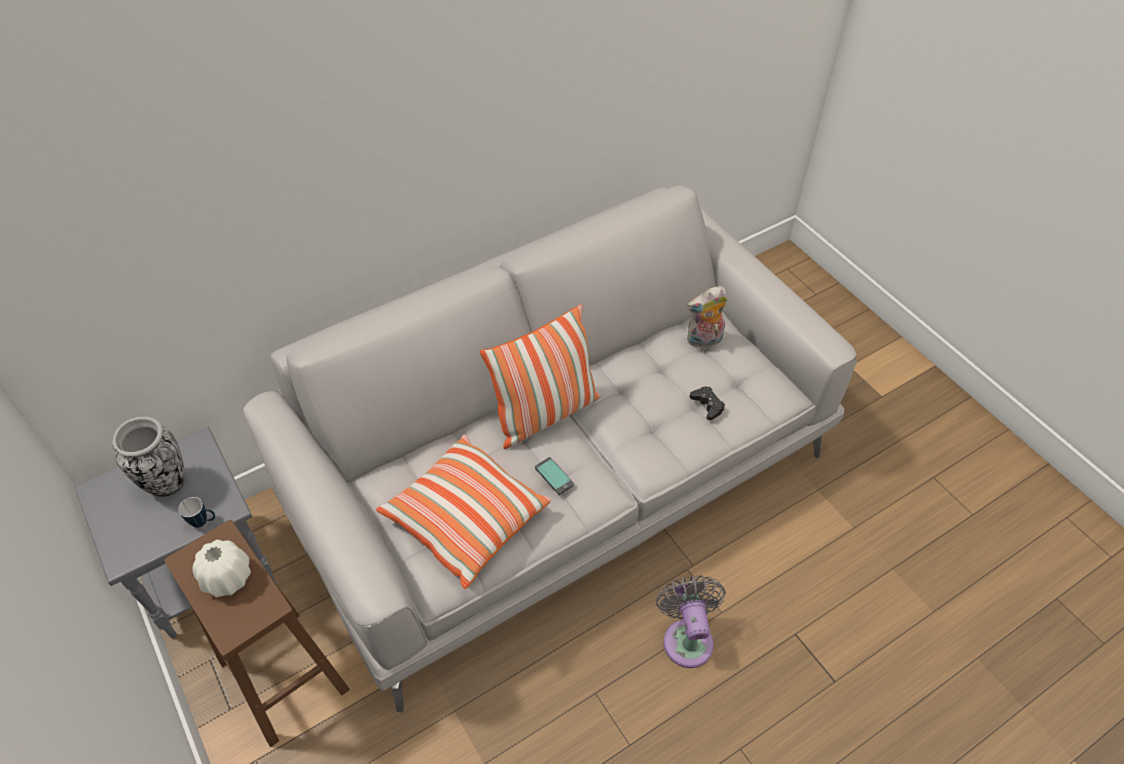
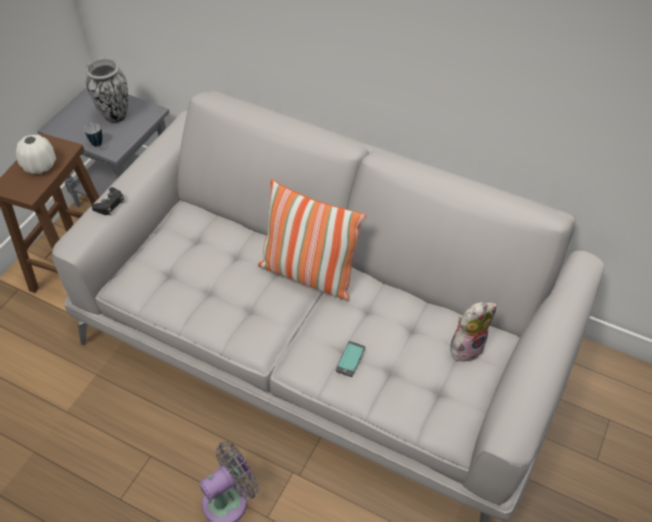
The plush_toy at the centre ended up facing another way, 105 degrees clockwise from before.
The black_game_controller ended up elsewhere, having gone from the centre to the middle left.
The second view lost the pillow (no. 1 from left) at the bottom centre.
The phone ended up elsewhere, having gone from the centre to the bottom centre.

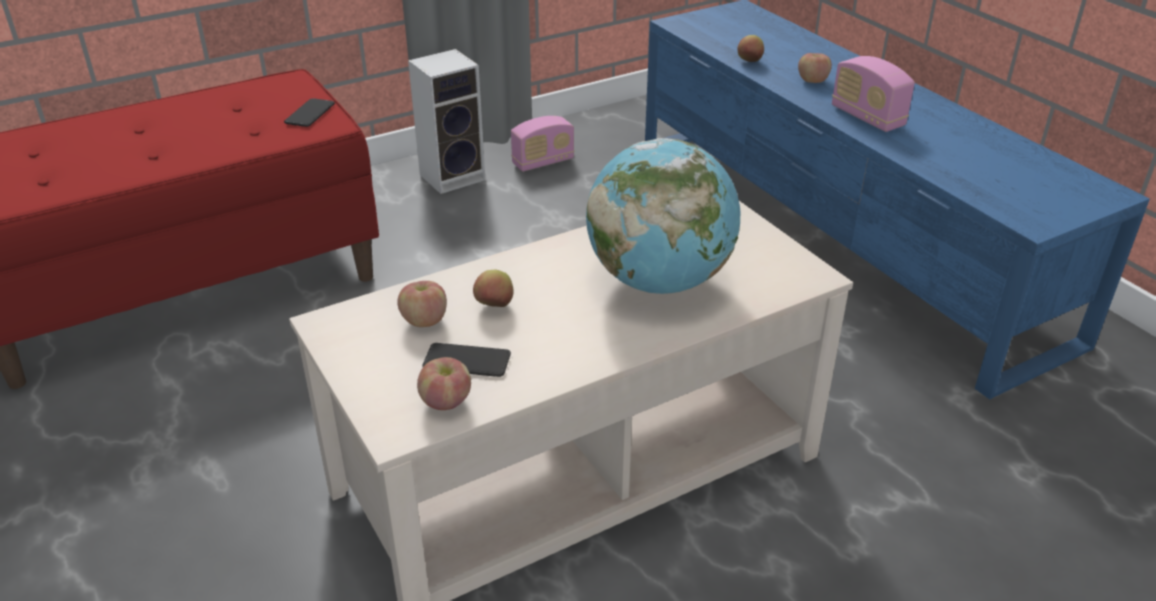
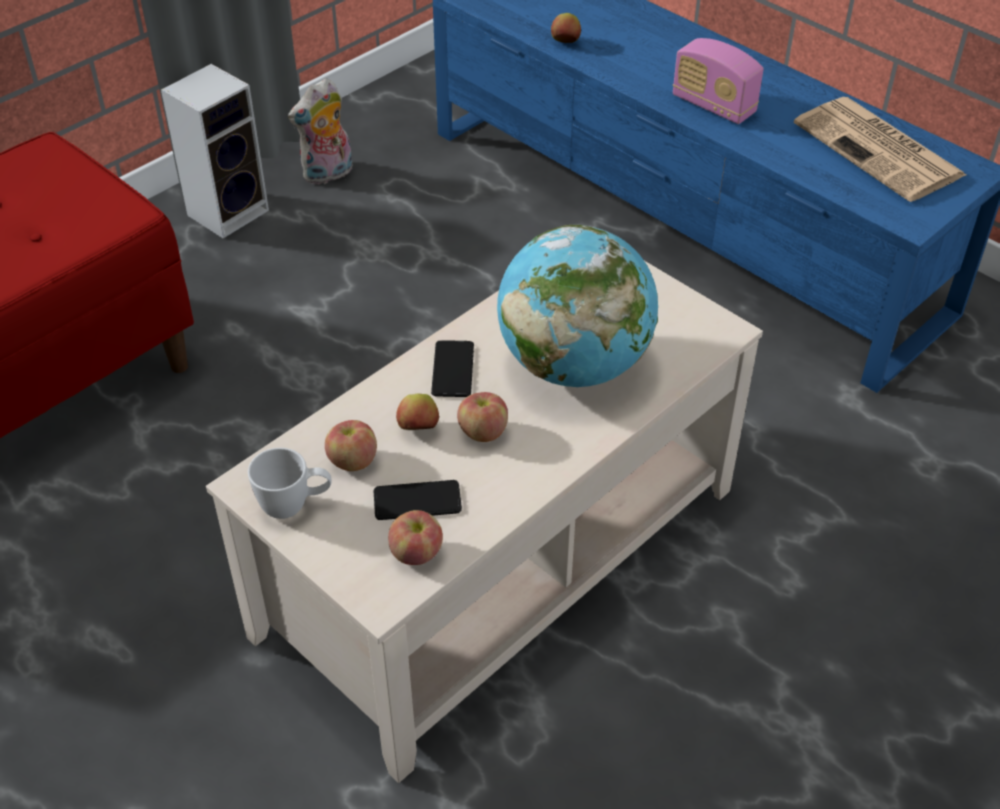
The apple (no. 5 from left in the first image) ended up elsewhere, having gone from the top right to the centre.
The phone (no. 1 from left in the first image) ended up elsewhere, having gone from the top left to the centre.
Where the radio (no. 1 from left) stood at the top centre, the plush_toy came to stand at the top left.
The second view gained the newspaper at the top right.
The second view gained the white_mug at the middle left.

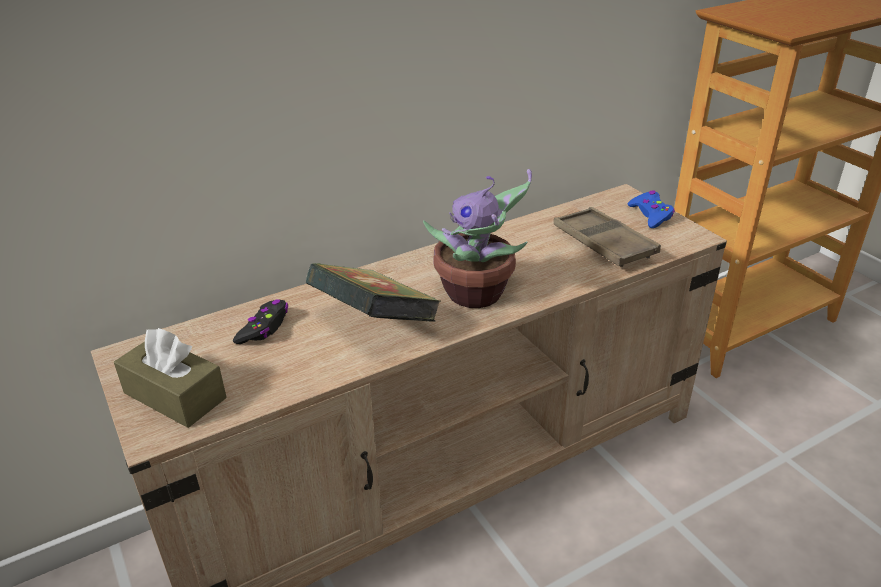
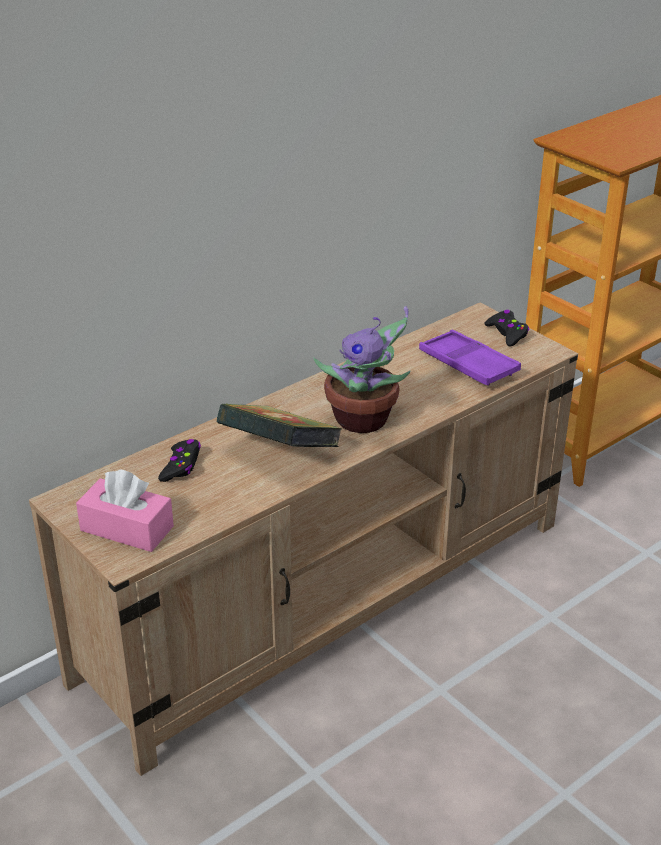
What was the blue_game_controller at the middle right turned into the black_game_controller (no. 2 from left) at the middle right.
What was the brown_tray at the middle right turned into the purple_tray at the middle right.
What was the brown_tissue_box at the middle left turned into the pink_tissue_box at the middle left.

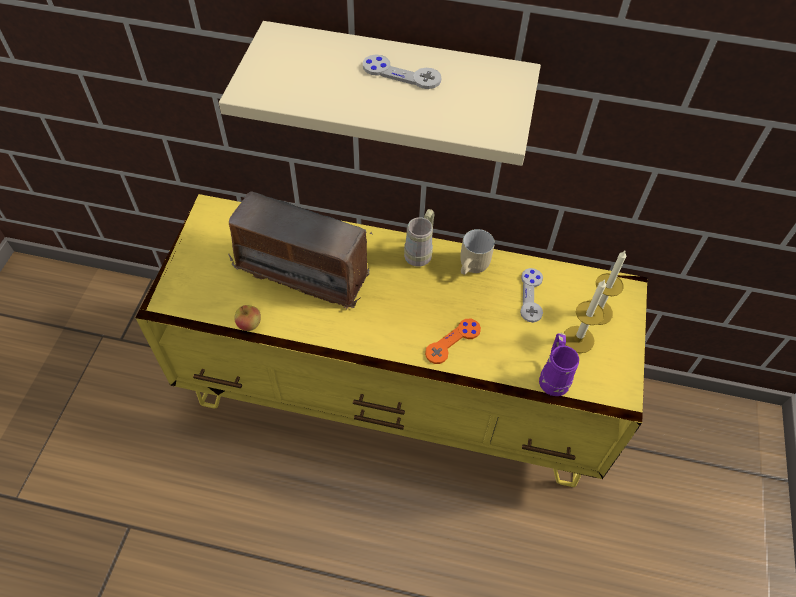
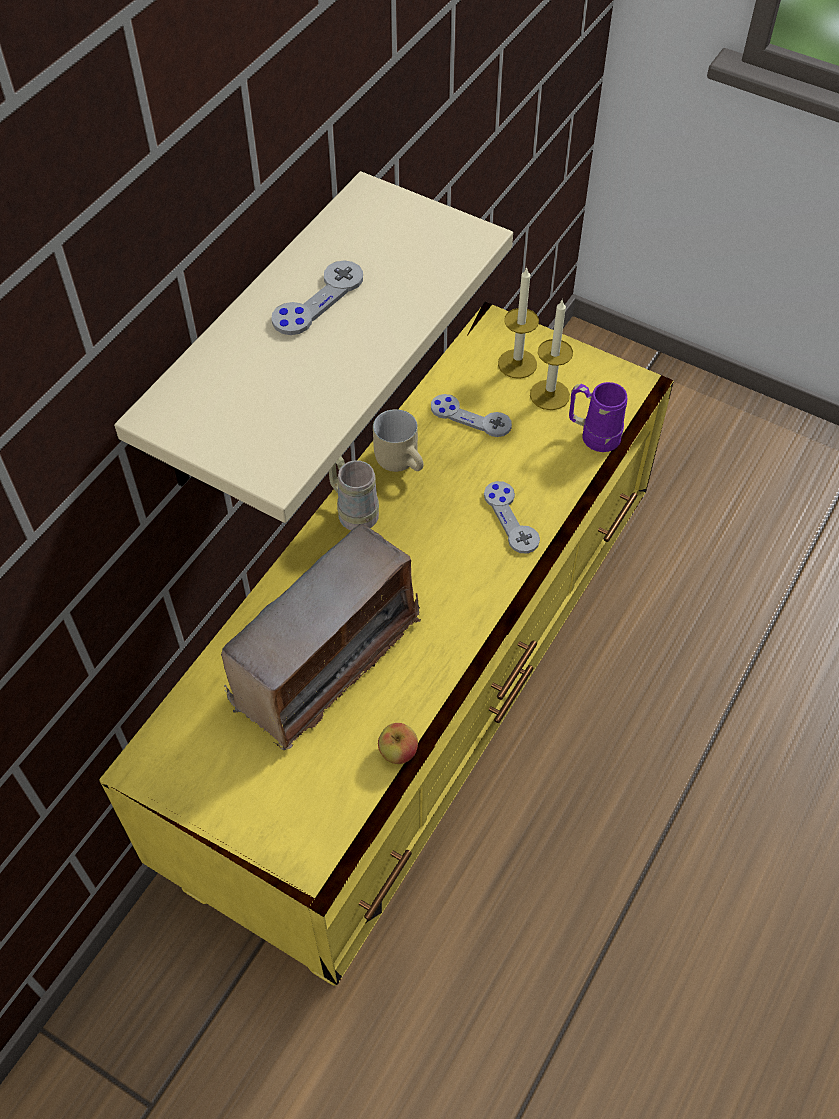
What was the orange_game_controller at the centre turned into the grey_game_controller (no. 3 from left) at the centre.

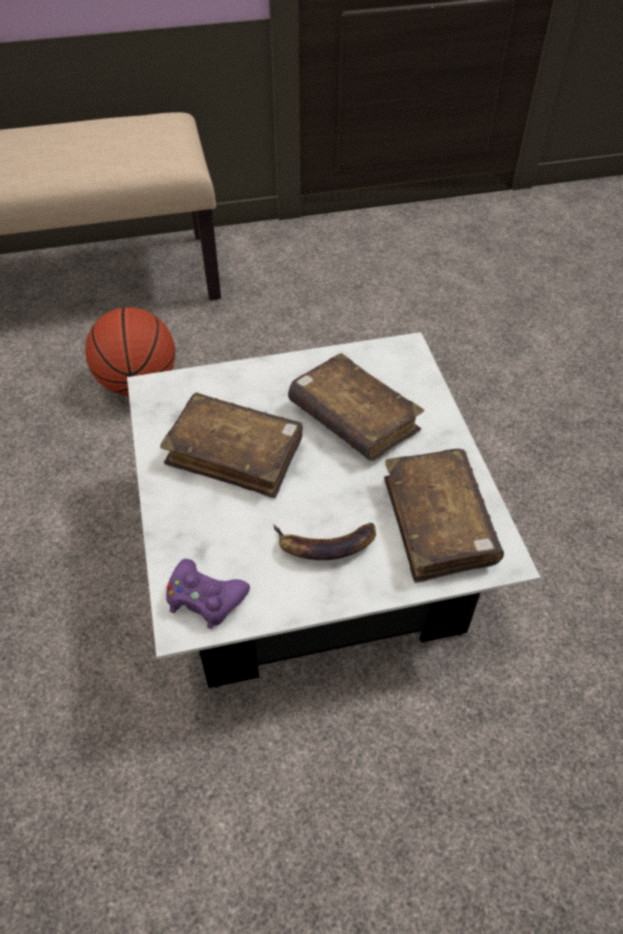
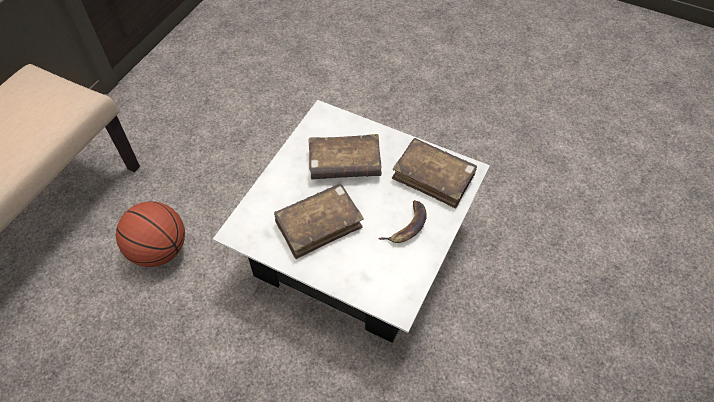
The second view lost the purple_game_controller at the centre.

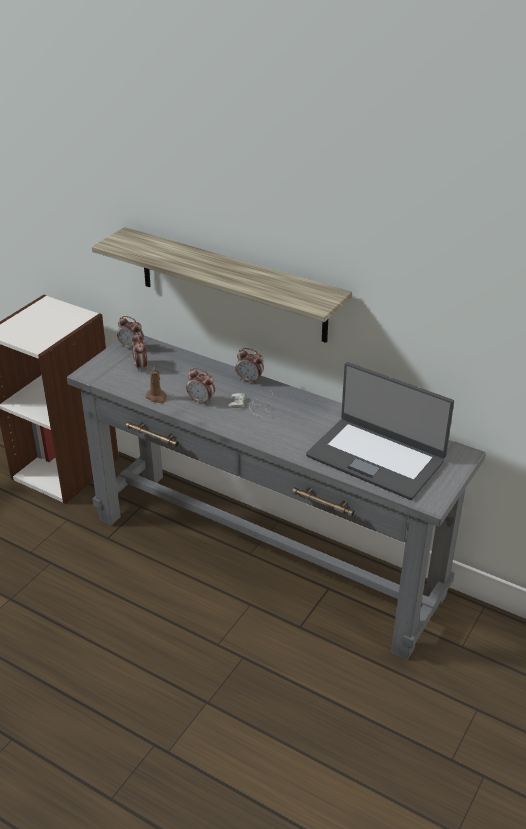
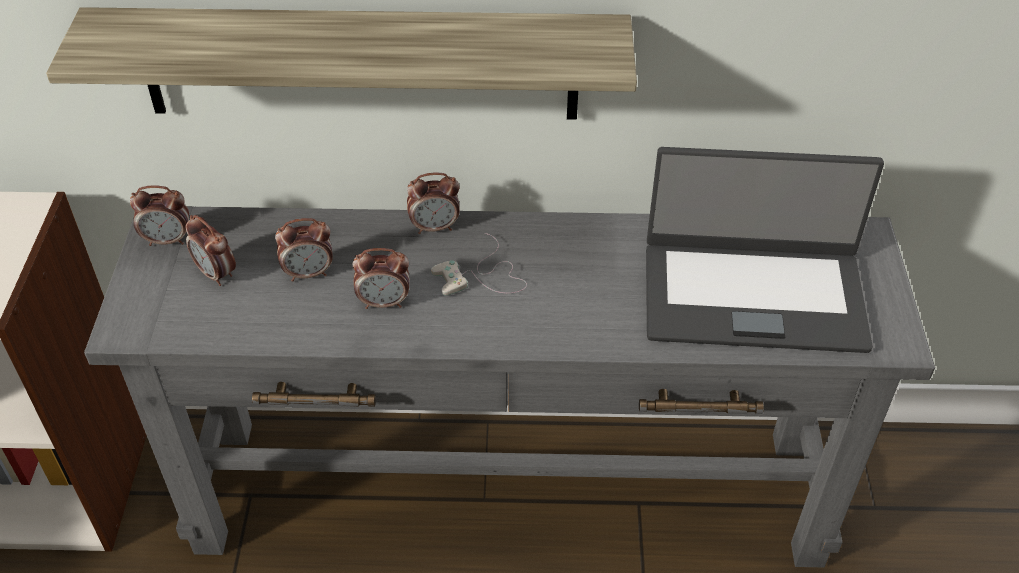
The second view lost the brown_candle at the middle left.
The second view gained the alarm_clock (no. 3 from left) at the middle left.

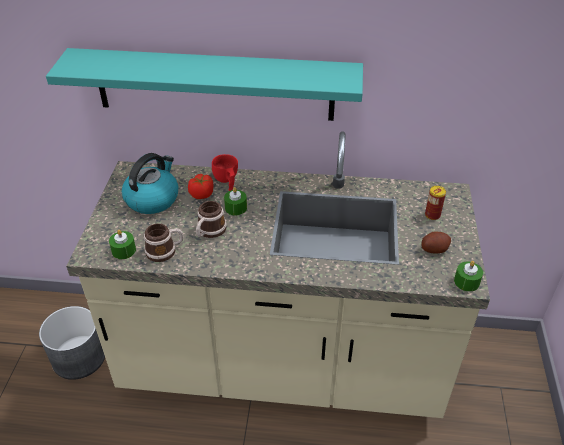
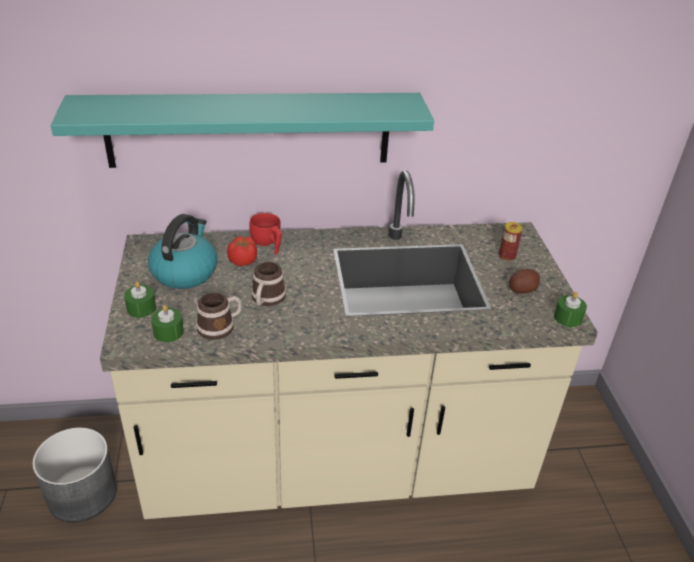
The green_candle (no. 2 from left in the first image) ended up elsewhere, having gone from the centre to the middle left.

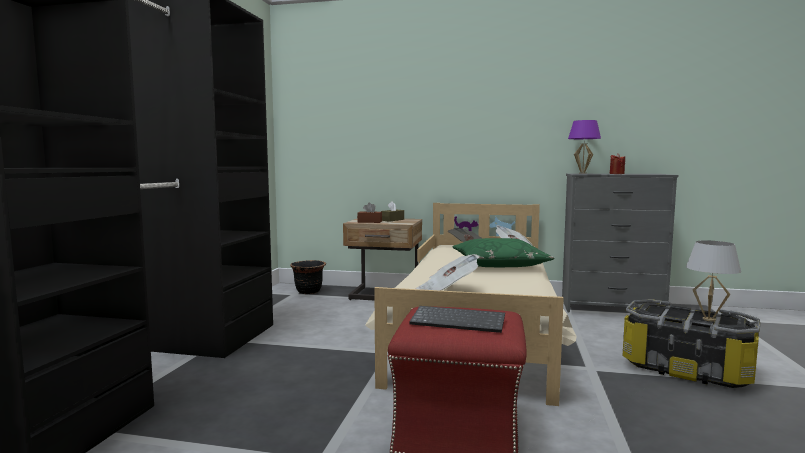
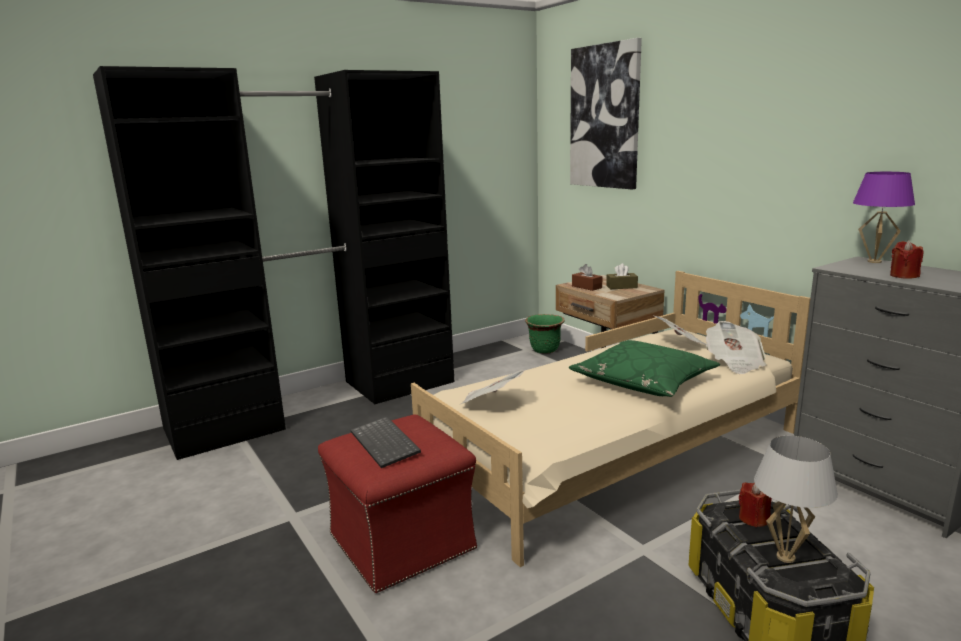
What was the black_planter at the centre turned into the green_planter at the centre.
The second view gained the picture at the top centre.
The second view gained the red_candle (no. 1 from left) at the bottom right.

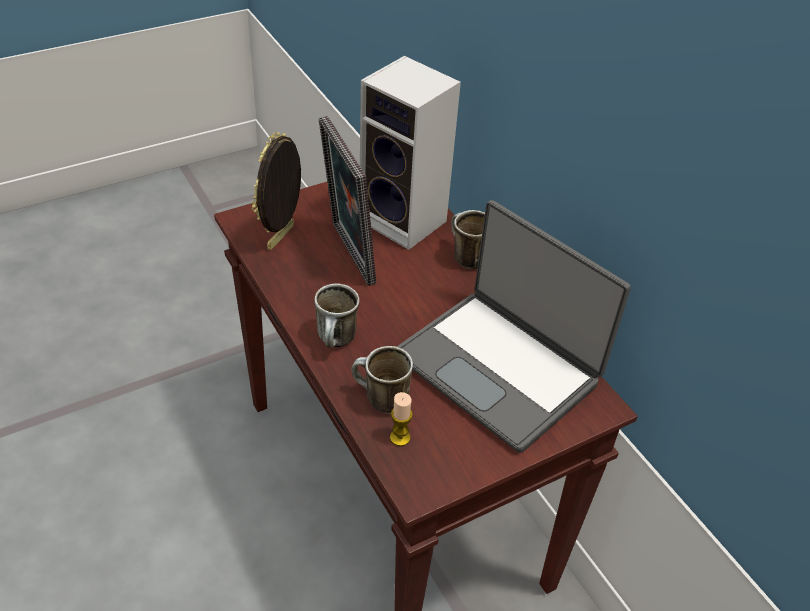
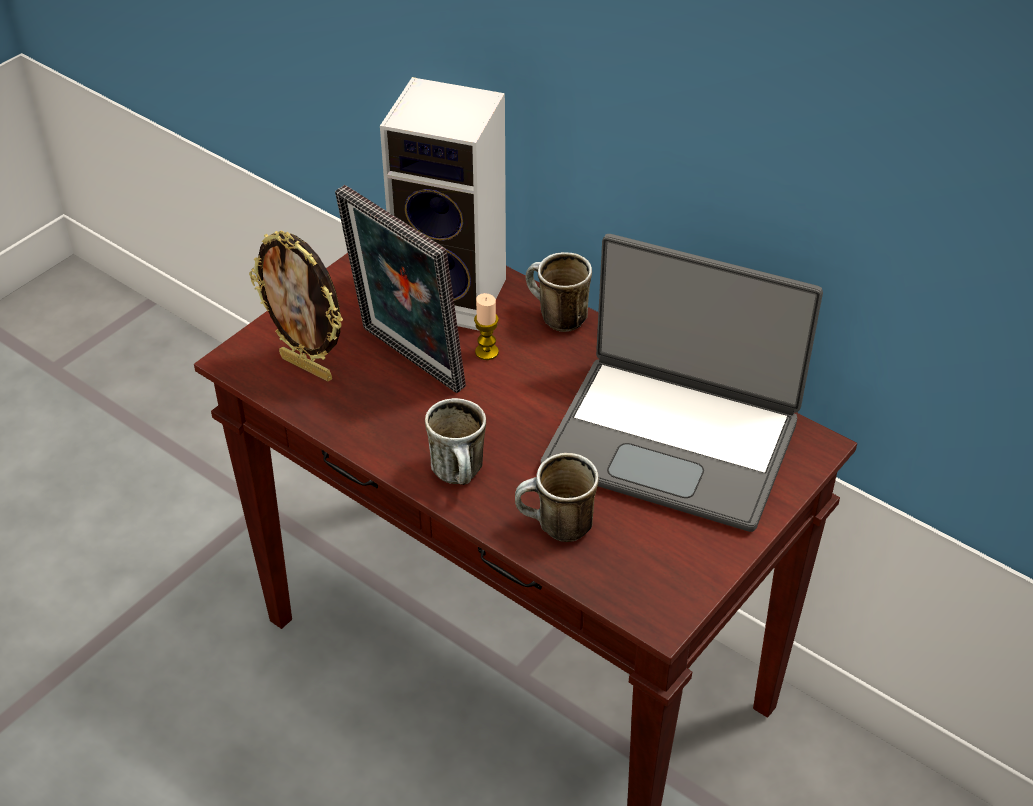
The picture_frame (no. 1 from left) at the top centre ended up facing another way, 60 degrees counterclockwise from before.
The candle ended up elsewhere, having gone from the bottom centre to the centre.

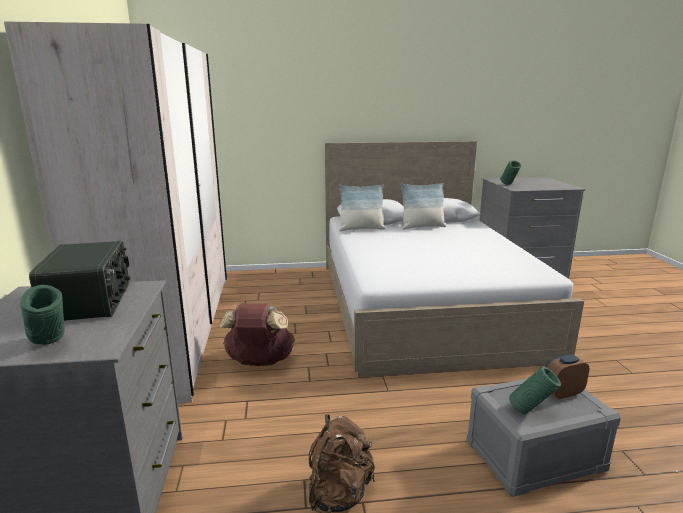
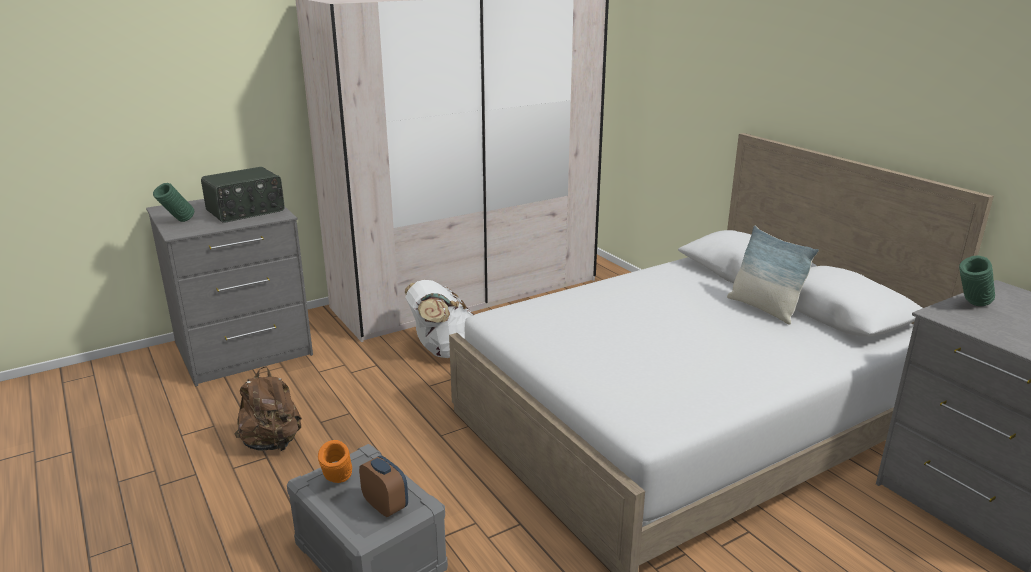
The second view lost the pillow (no. 1 from left) at the centre.
What was the brown_backpack (no. 1 from left) at the centre turned into the white_backpack at the centre.
What was the green_vase (no. 3 from left) at the bottom right turned into the orange_vase at the bottom left.

